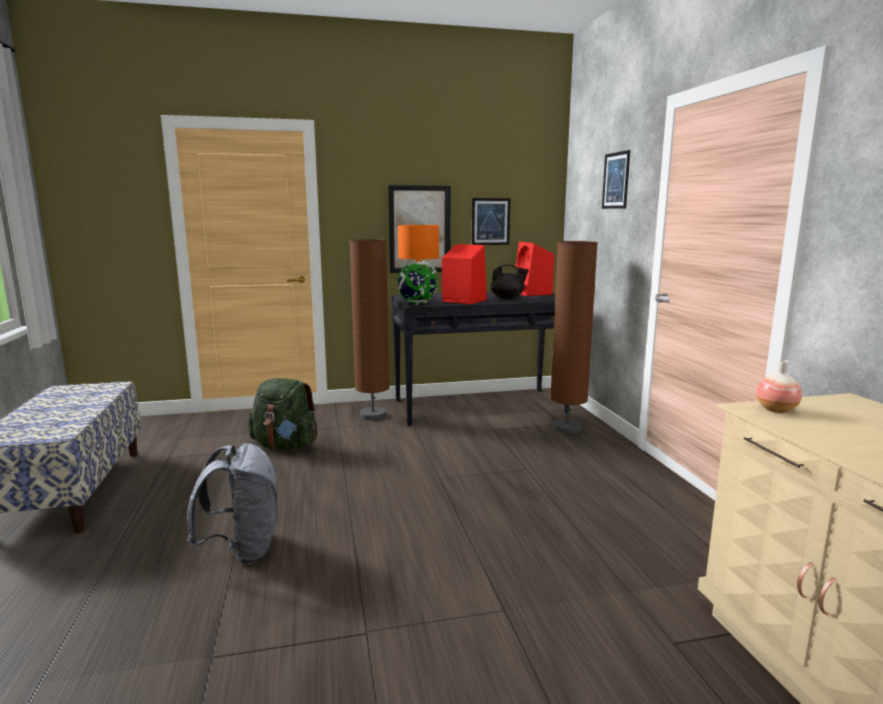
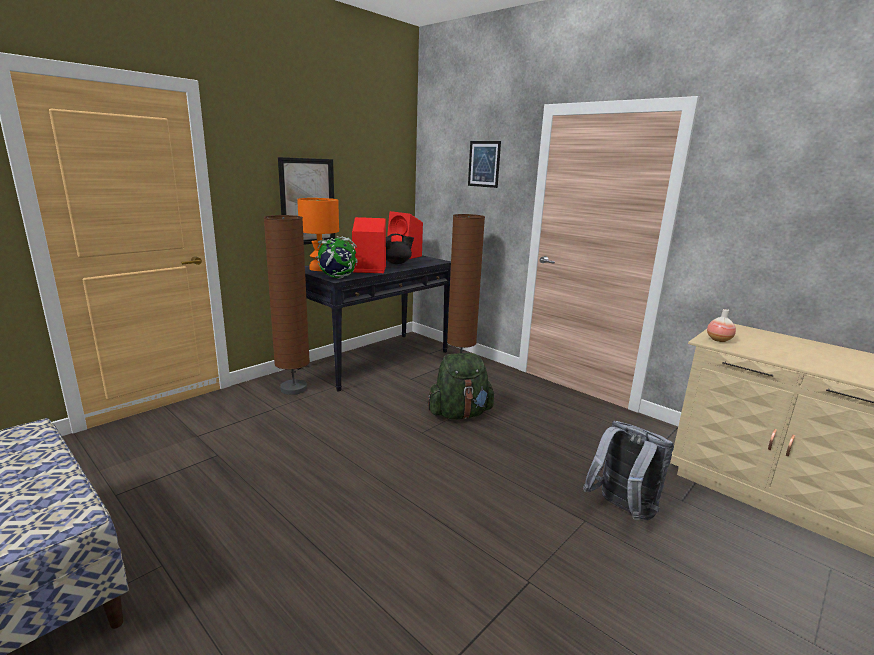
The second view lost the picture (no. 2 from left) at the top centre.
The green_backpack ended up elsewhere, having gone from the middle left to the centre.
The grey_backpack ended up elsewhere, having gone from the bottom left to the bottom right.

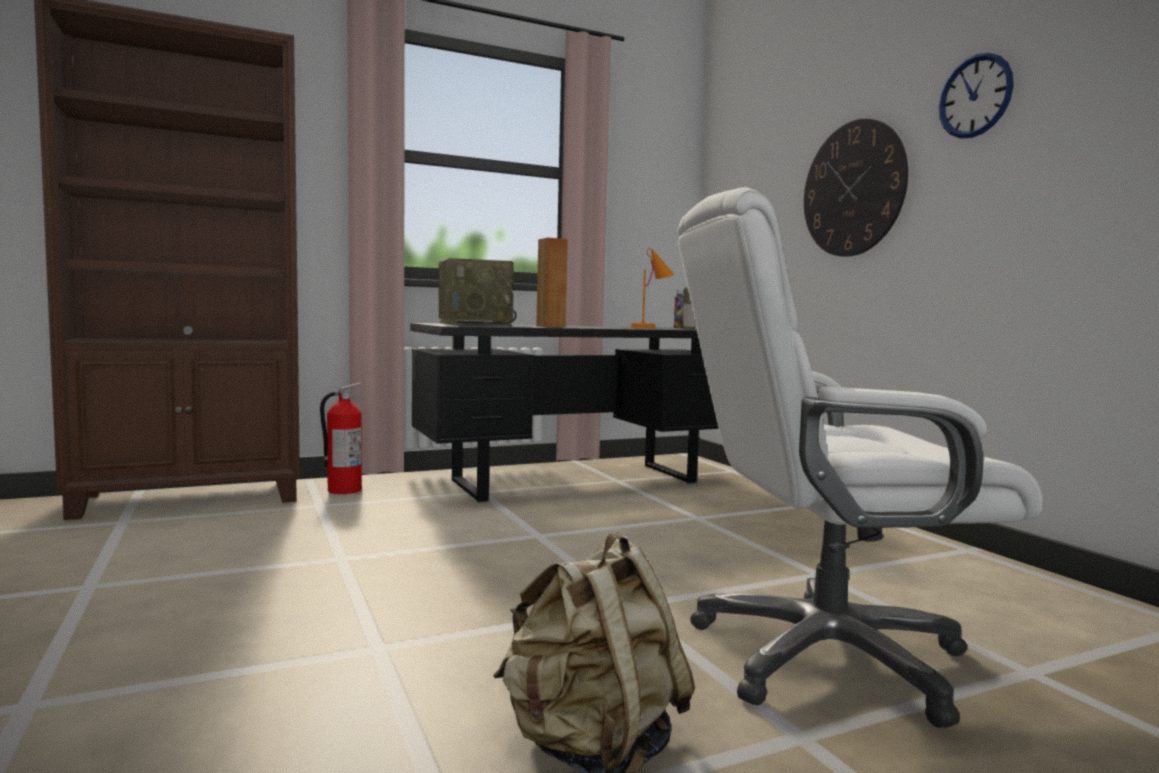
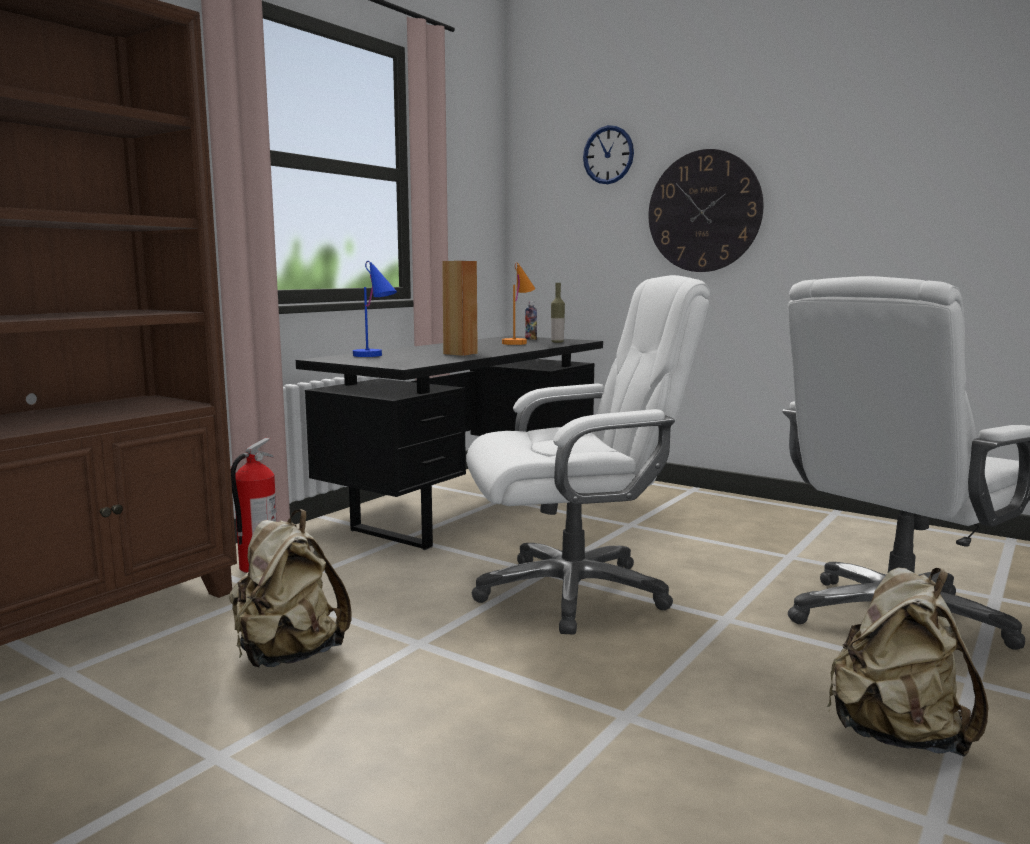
The wall_clock (no. 2 from left in the first image) ended up elsewhere, having gone from the top right to the top centre.
Where the radio stood at the centre, the blue_table_lamp came to stand at the centre.
The second view gained the white_office_chair (no. 1 from left) at the centre.
The second view gained the beige_backpack (no. 1 from left) at the bottom left.

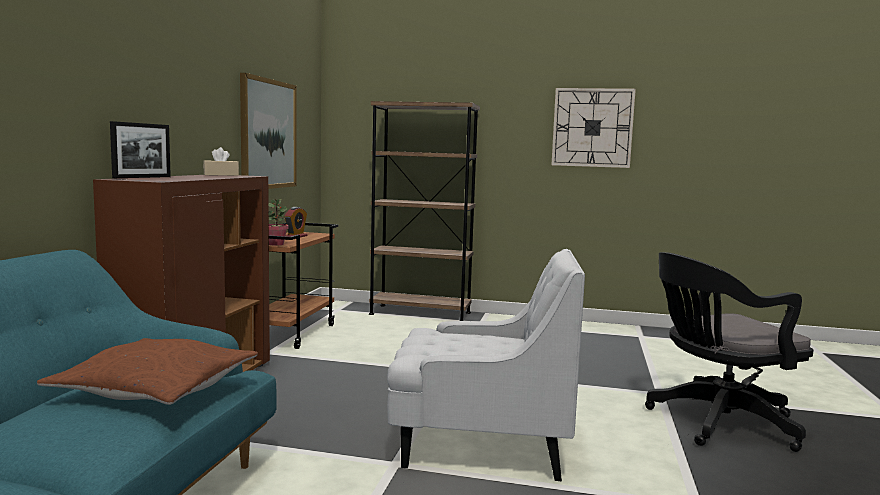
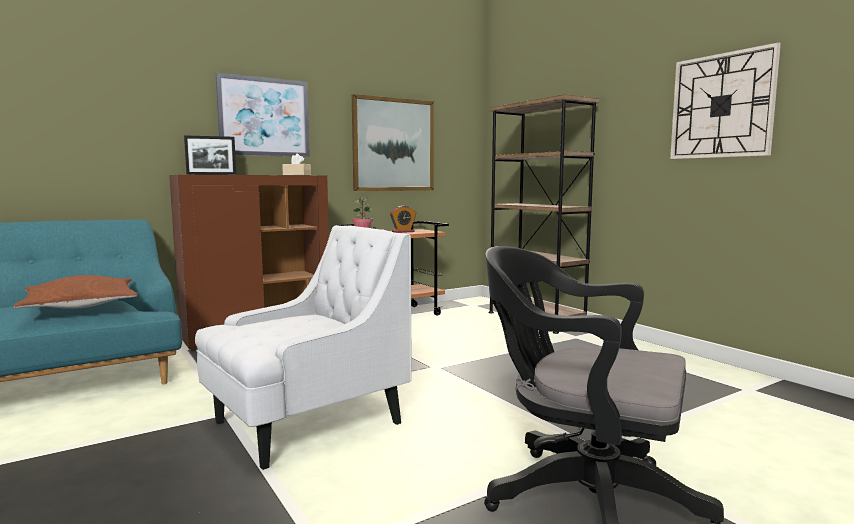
The white_armchair at the bottom centre ended up facing another way, 90 degrees counterclockwise from before.
The second view gained the picture (no. 1 from left) at the top left.

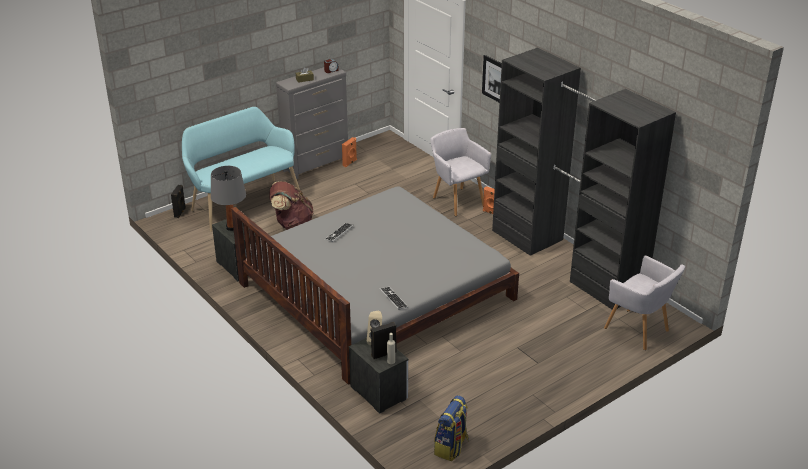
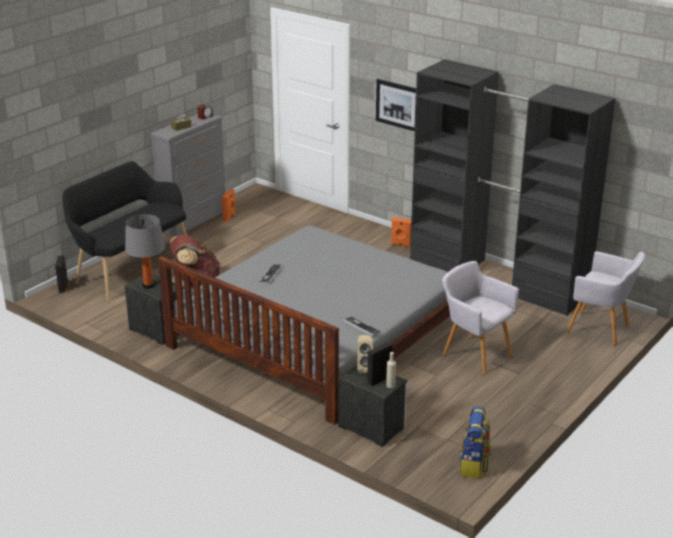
What was the turquoise_bench at the middle left turned into the black_bench at the middle left.
The grey_armchair (no. 1 from left) ended up elsewhere, having gone from the centre to the middle right.

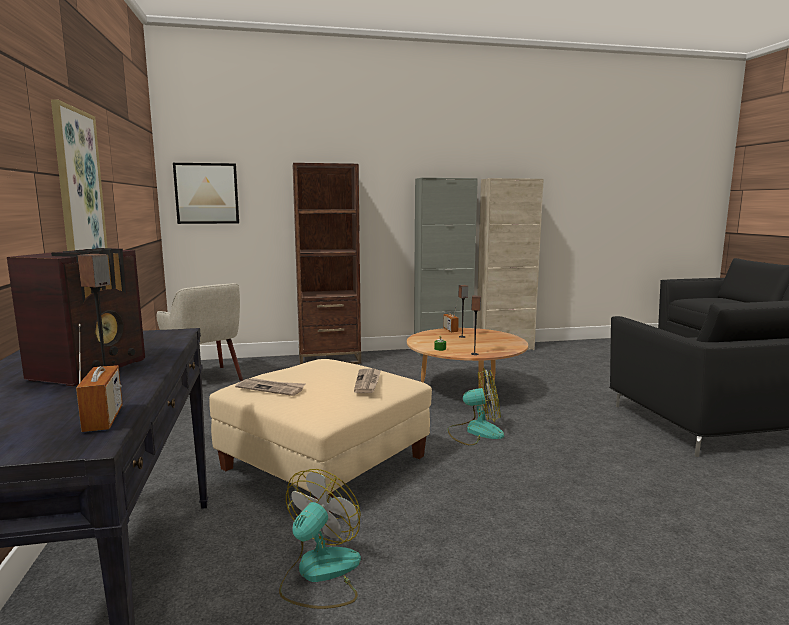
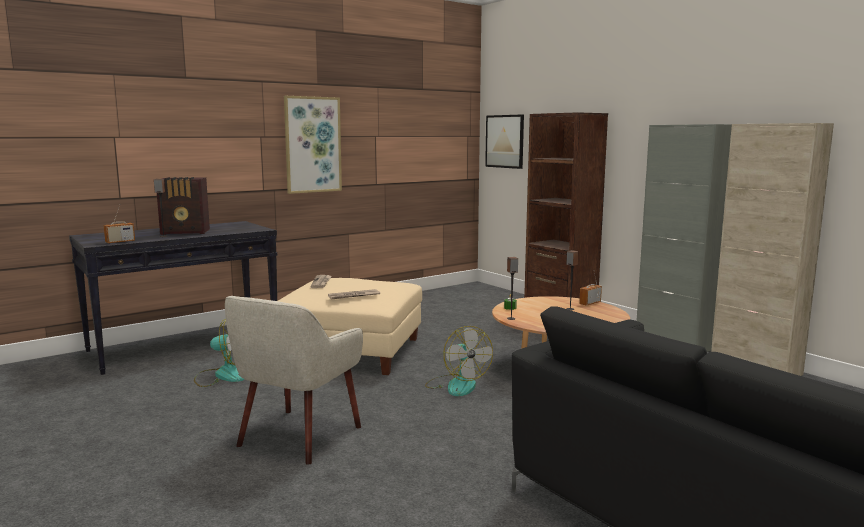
The beige_armchair ended up elsewhere, having gone from the middle left to the bottom centre.

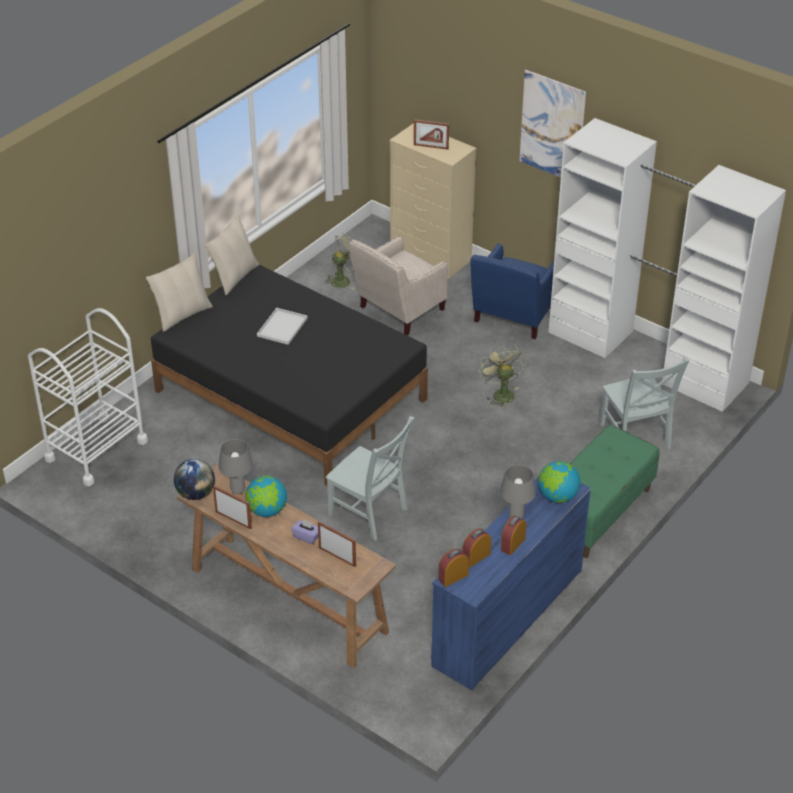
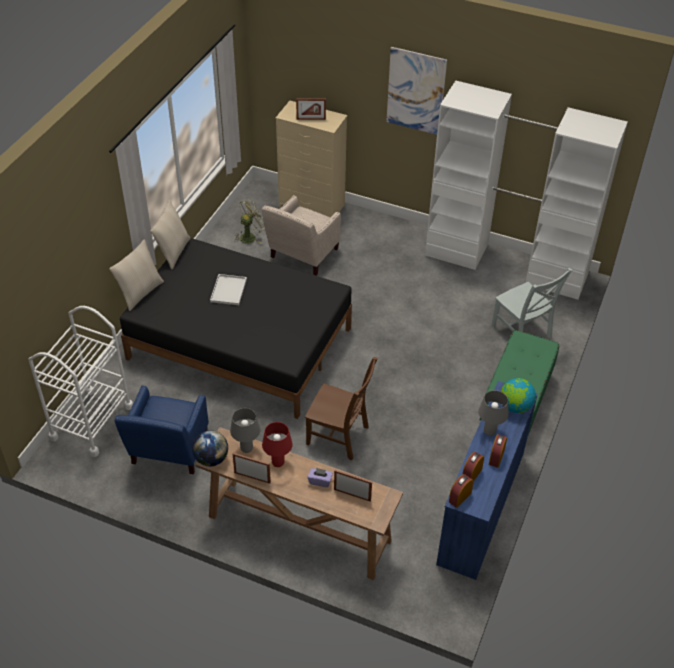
The blue_armchair ended up elsewhere, having gone from the centre to the middle left.
The second view lost the green_fan (no. 2 from left) at the centre.
What was the grey_chair (no. 1 from left) at the centre turned into the brown_chair at the centre.
Where the globe (no. 2 from left) stood at the centre, the red_table_lamp came to stand at the centre.

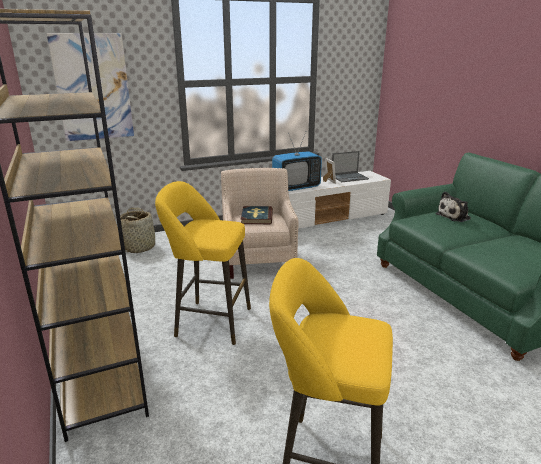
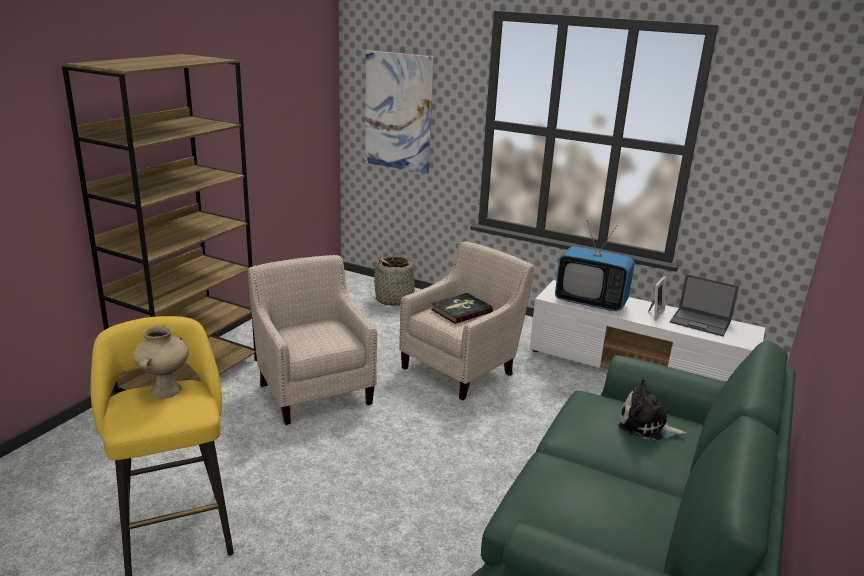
Where the yellow_stool (no. 1 from left) stood at the centre, the beige_armchair (no. 1 from left) came to stand at the centre.
The second view gained the beige_vase at the middle left.

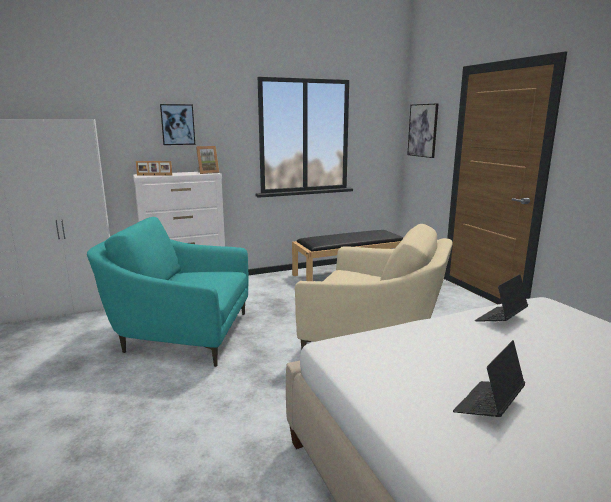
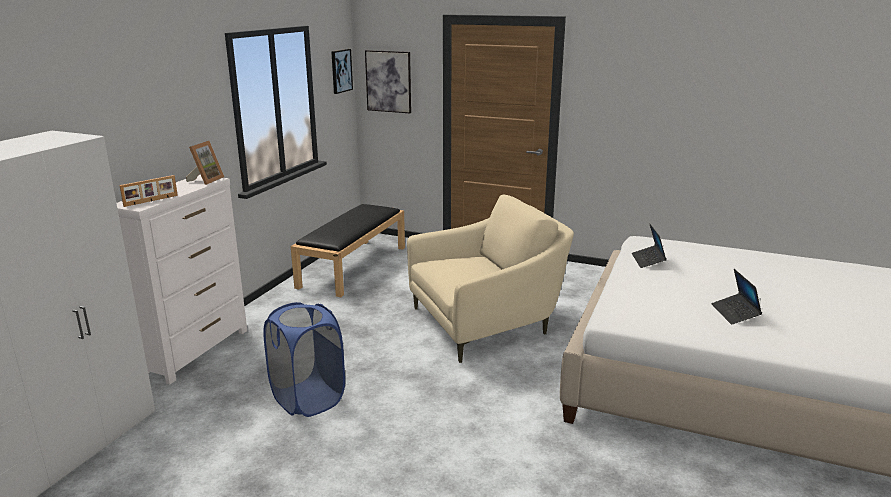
The picture (no. 1 from left) ended up elsewhere, having gone from the top left to the top centre.
Where the turquoise_armchair stood at the middle left, the blue_laundry_basket came to stand at the bottom centre.

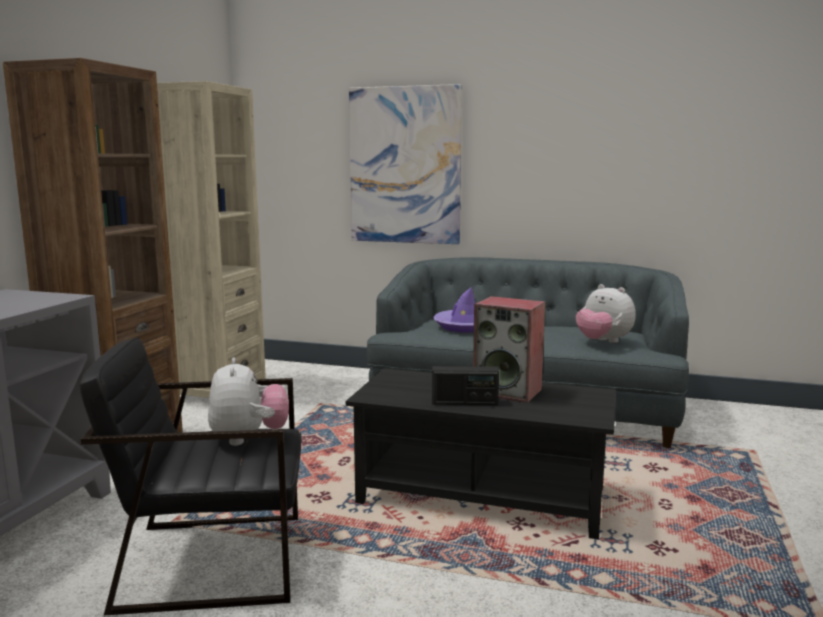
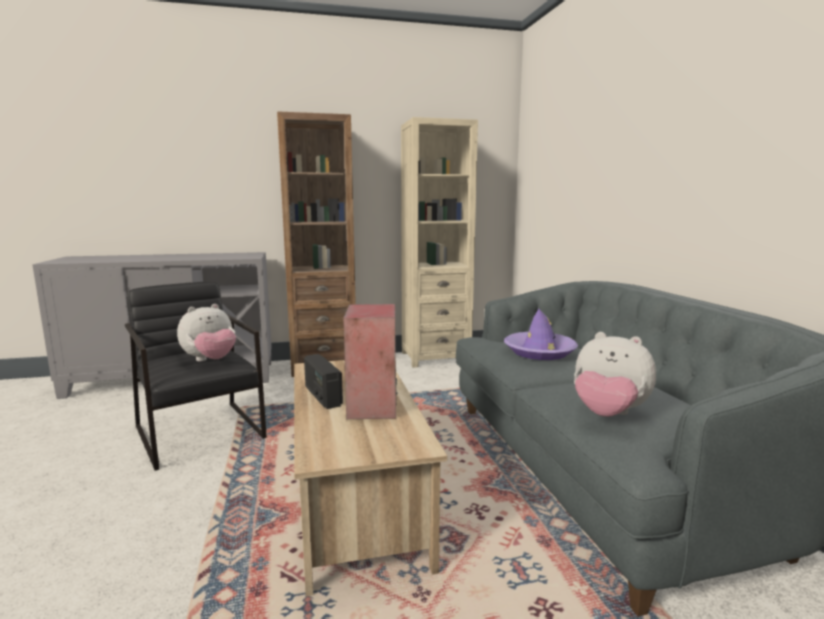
The second view lost the picture at the top centre.
The plush_toy (no. 2 from left) at the middle right ended up facing another way, 75 degrees counterclockwise from before.
What was the black_coffee_table at the bottom centre turned into the beige_coffee_table at the bottom centre.

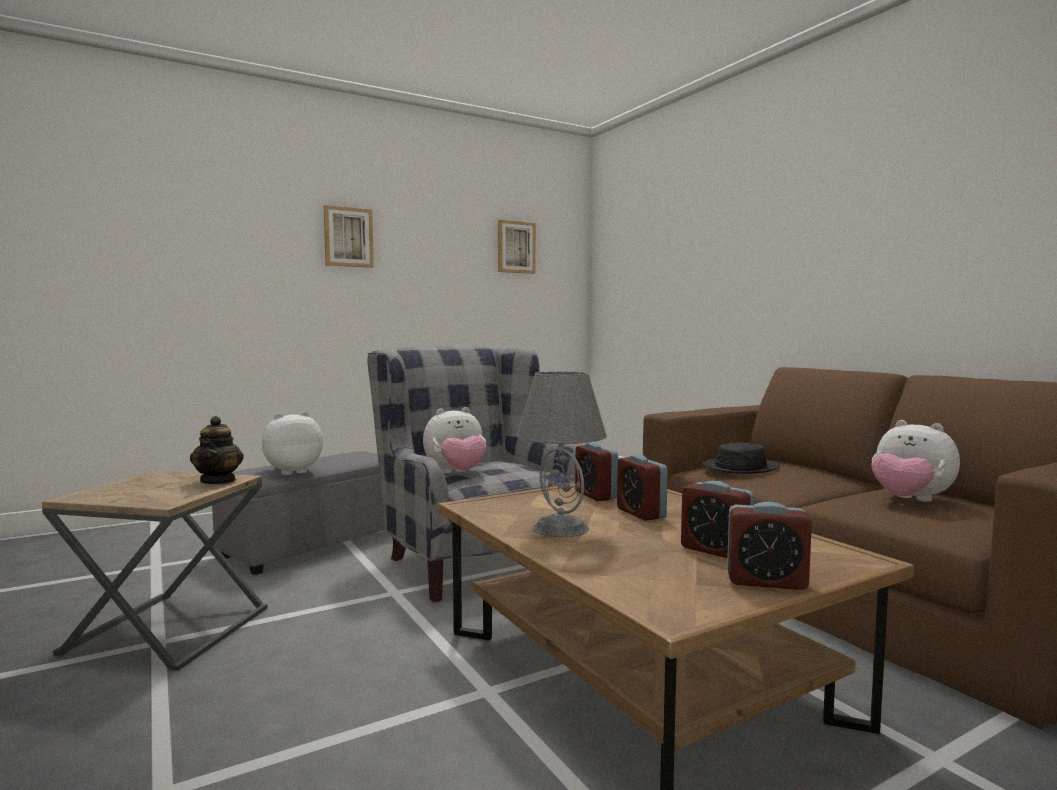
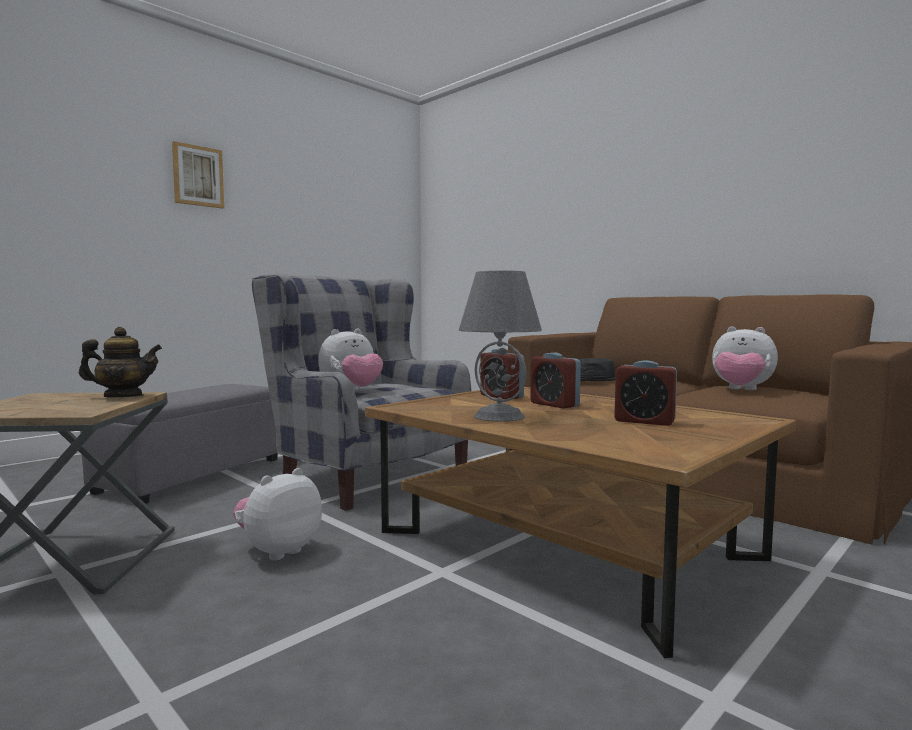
The second view lost the picture (no. 2 from left) at the top centre.
The plush_toy (no. 1 from left) ended up elsewhere, having gone from the middle left to the bottom left.
The teapot at the middle left ended up facing another way, 75 degrees counterclockwise from before.
The second view lost the alarm_clock (no. 4 from left) at the bottom right.

